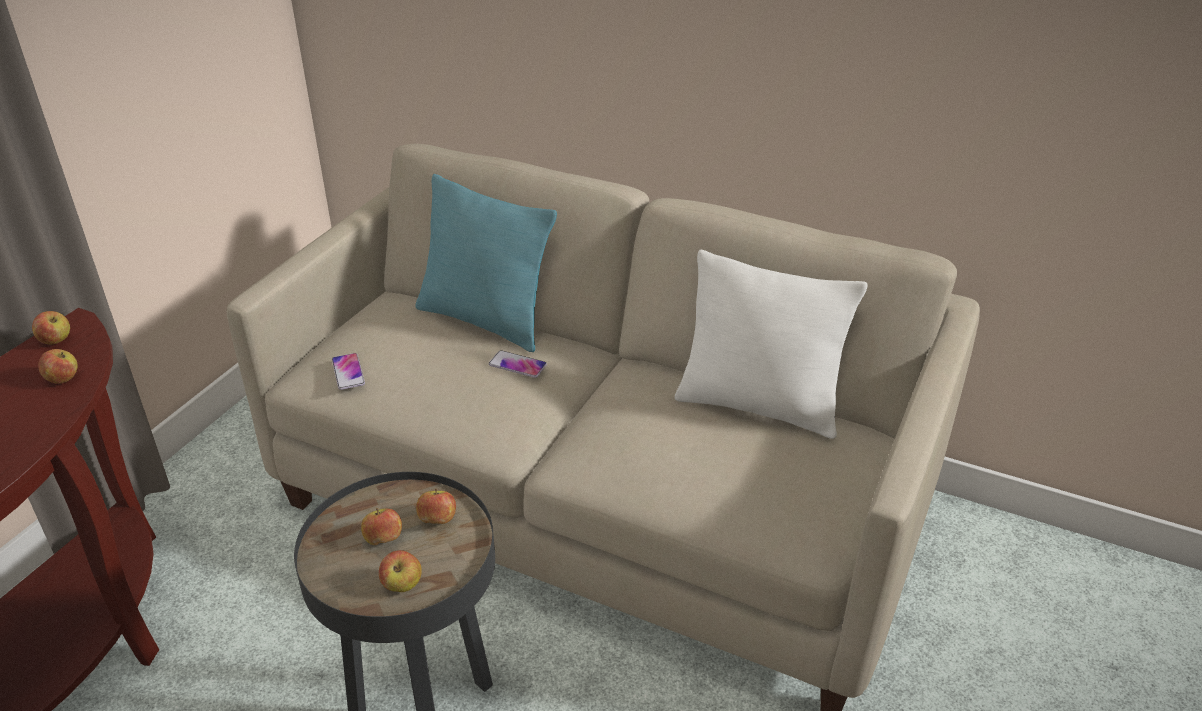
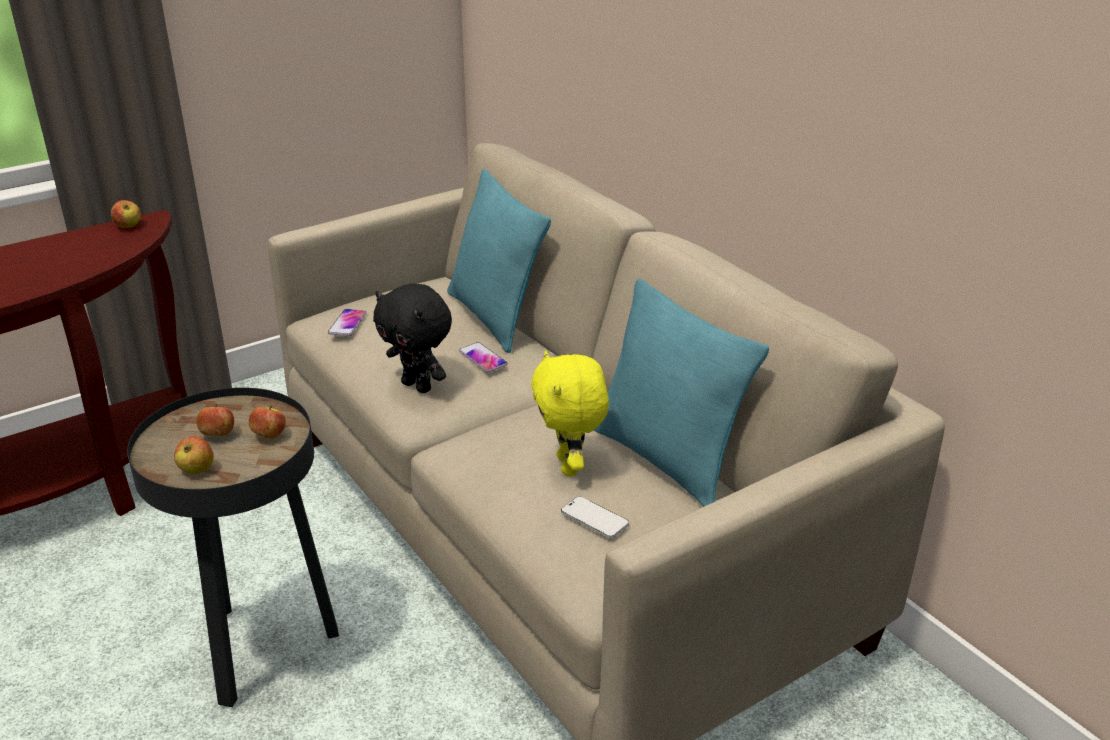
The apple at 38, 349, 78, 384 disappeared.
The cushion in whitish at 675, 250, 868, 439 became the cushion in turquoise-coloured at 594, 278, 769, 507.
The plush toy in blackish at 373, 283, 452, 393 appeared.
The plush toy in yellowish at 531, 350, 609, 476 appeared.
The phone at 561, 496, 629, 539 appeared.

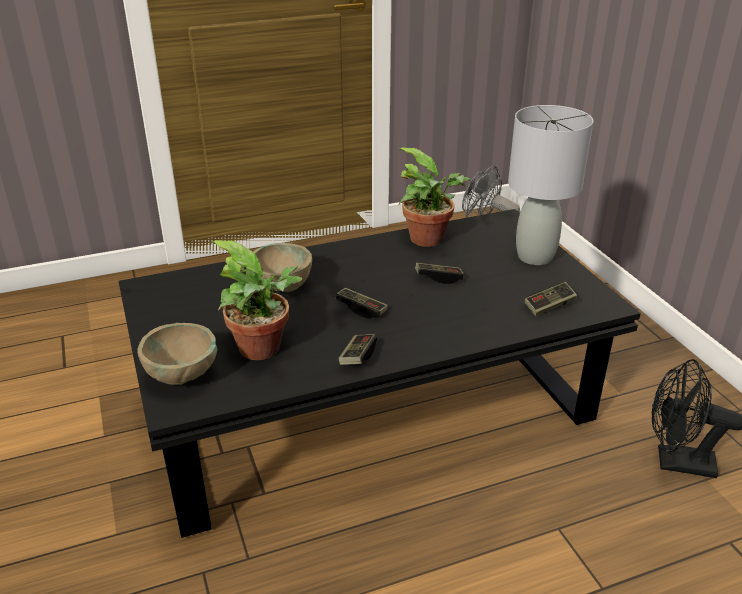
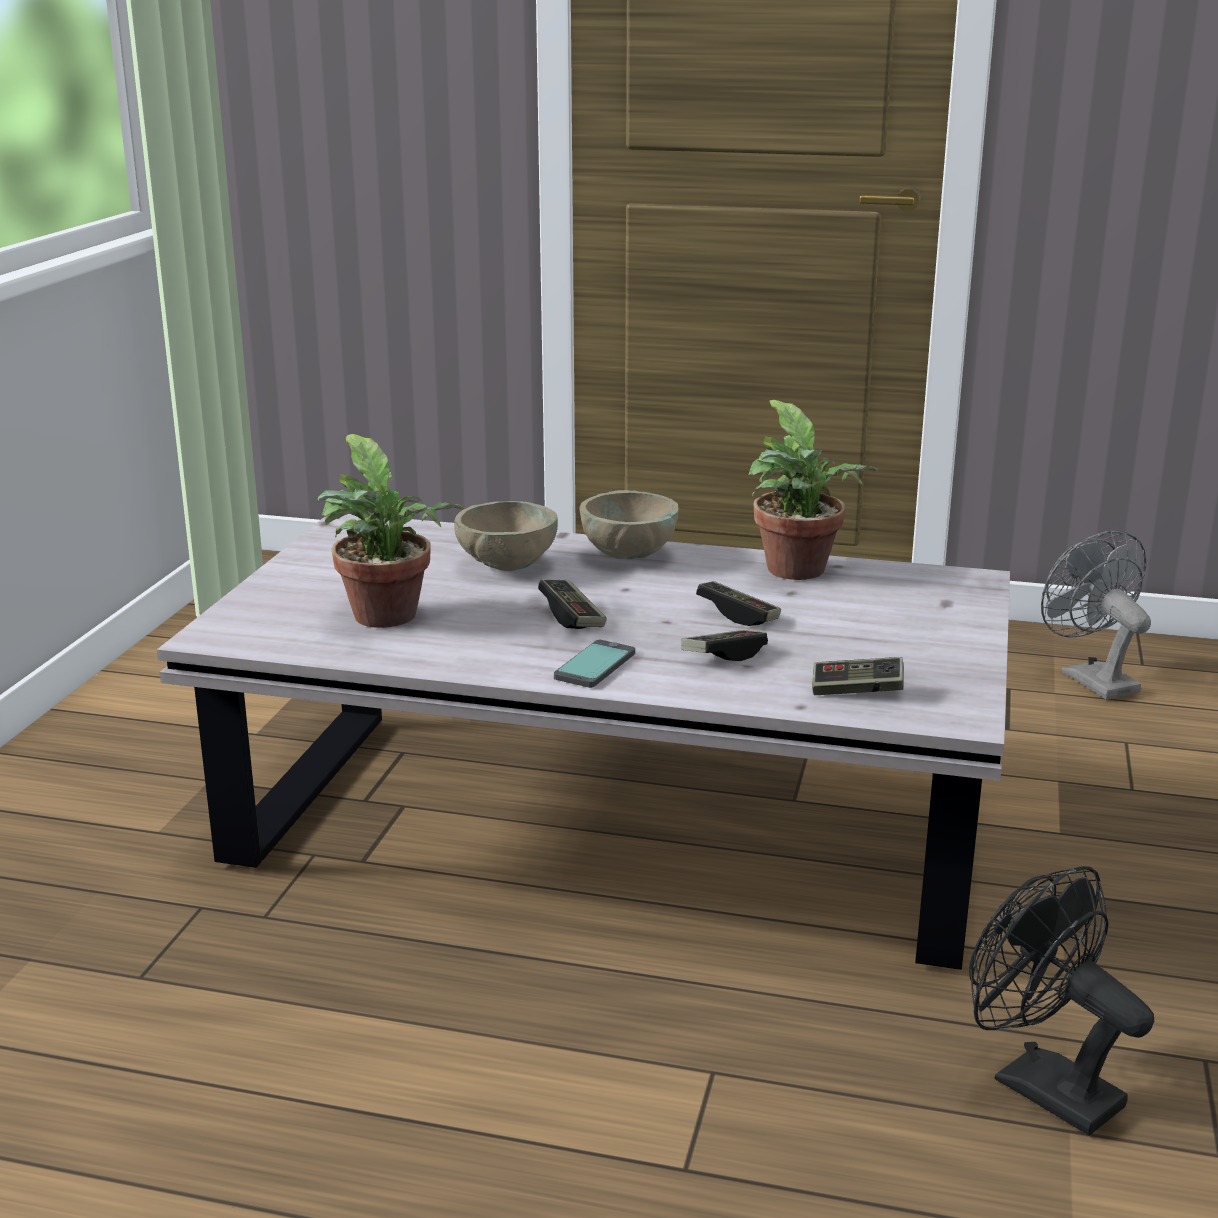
The low table in blackish at 118, 209, 641, 538 became the low table in whitish at 157, 514, 1010, 970.
The serving bowl in sand-coloured moved from 137, 323, 217, 385 to 579, 490, 678, 559.
The game controller moved from 338, 334, 377, 365 to 681, 630, 768, 661.
The table lamp in greyish at 508, 105, 593, 265 disappeared.
The phone at 554, 640, 635, 688 appeared.

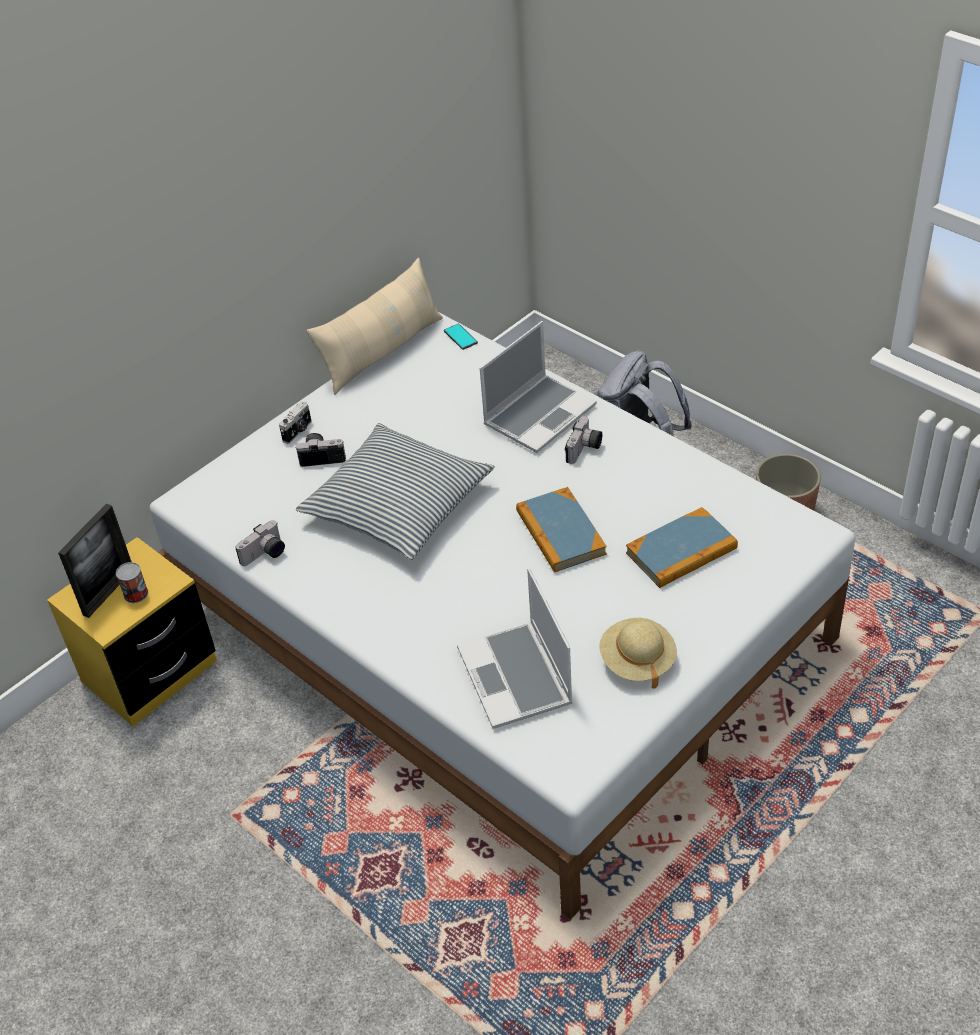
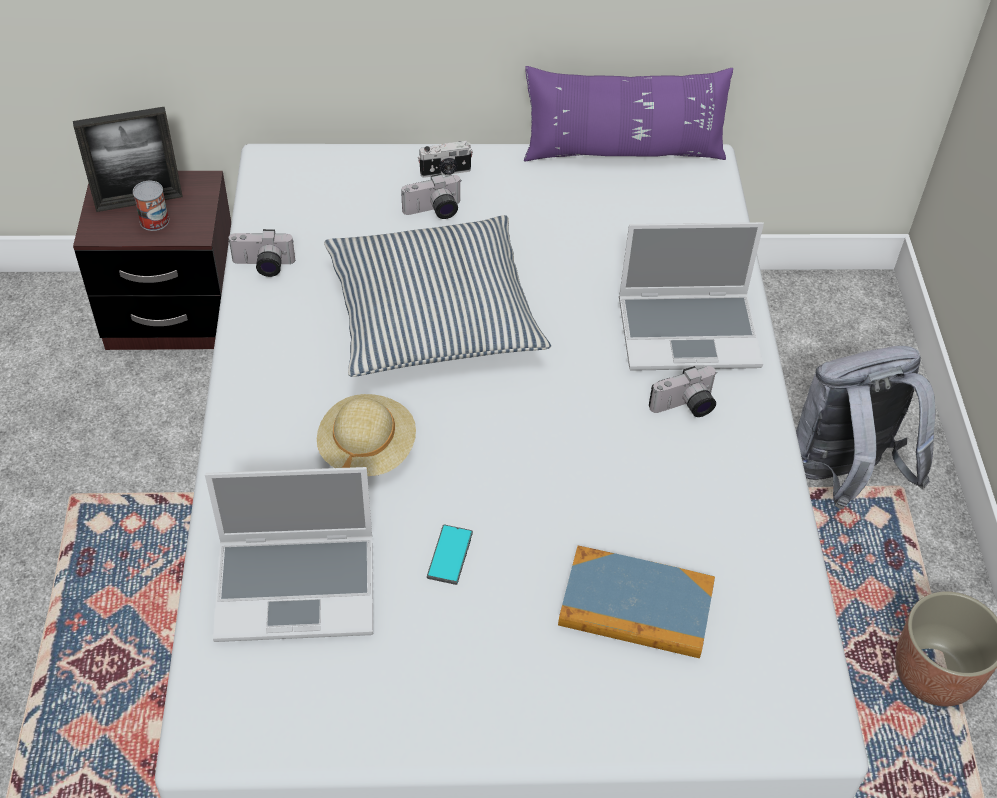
The bedside table in yellowish at 47, 537, 217, 726 became the bedside table in brownish at 73, 171, 231, 350.
The still camera at 295, 433, 346, 467 turned 120 degrees clockwise.
The cushion in sand-coloured at 306, 258, 443, 395 became the cushion in purple at 524, 66, 733, 161.
The phone moved from 444, 323, 478, 350 to 427, 524, 473, 585.
The portable computer at 457, 568, 573, 729 turned 120 degrees counterclockwise.
The volume at 516, 487, 607, 572 disappeared.
The wearable hat in sand-coloured moved from 599, 618, 677, 688 to 317, 394, 416, 476.

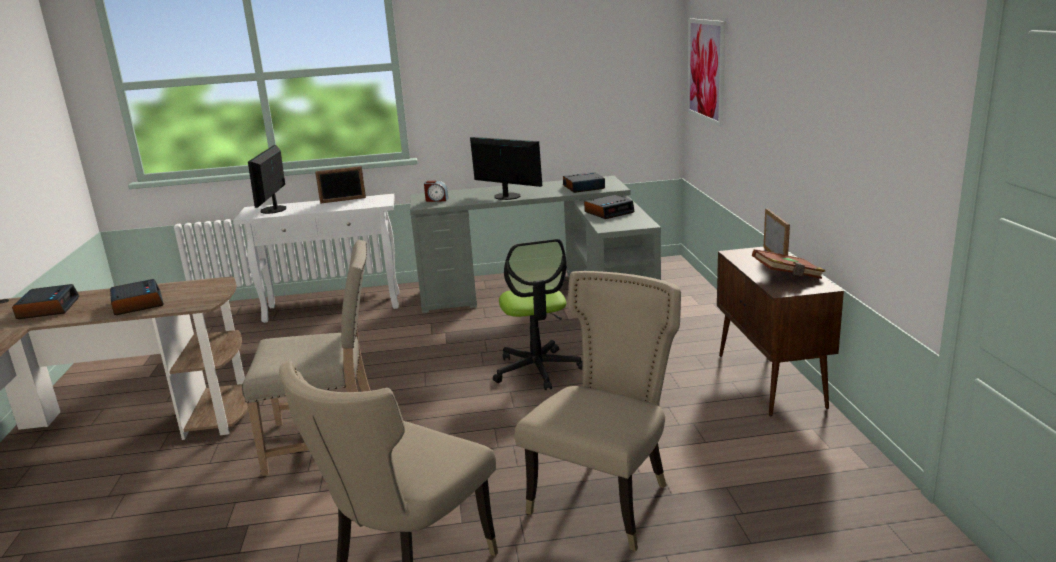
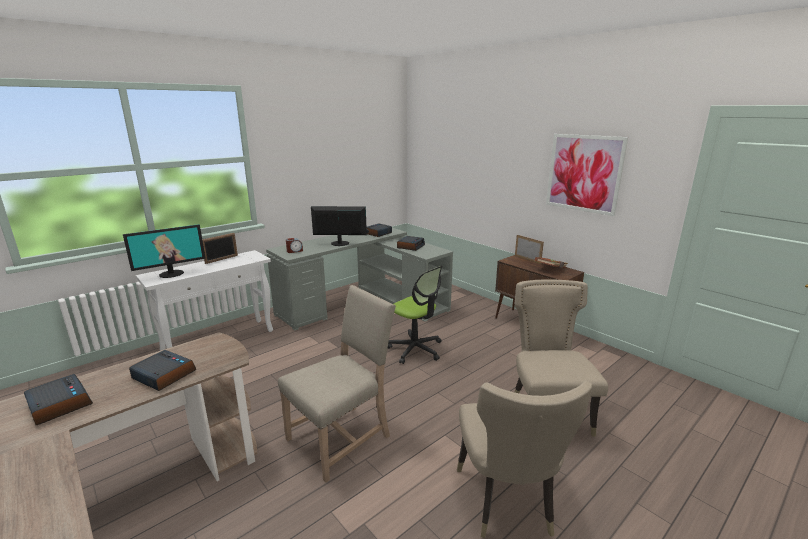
The monitor at 248, 145, 286, 214 turned 90 degrees counterclockwise.
The wall art moved from 687, 18, 725, 127 to 546, 134, 628, 216.

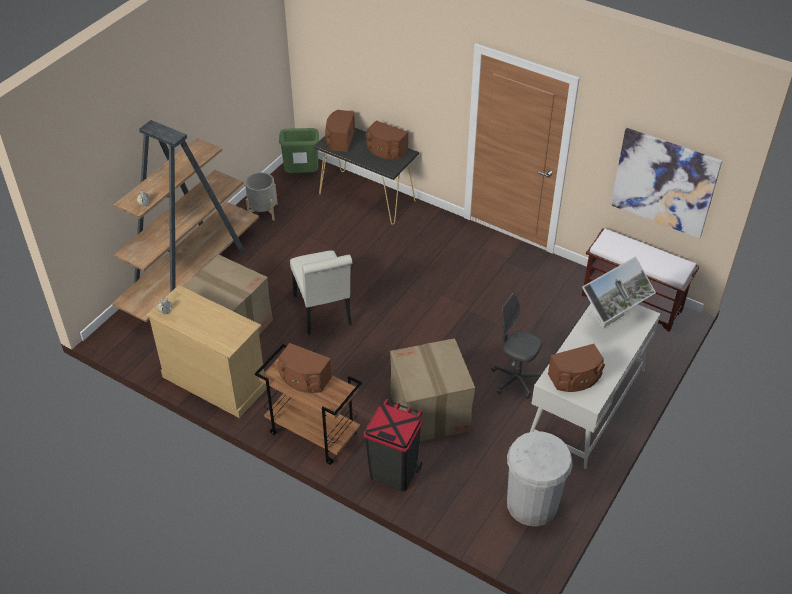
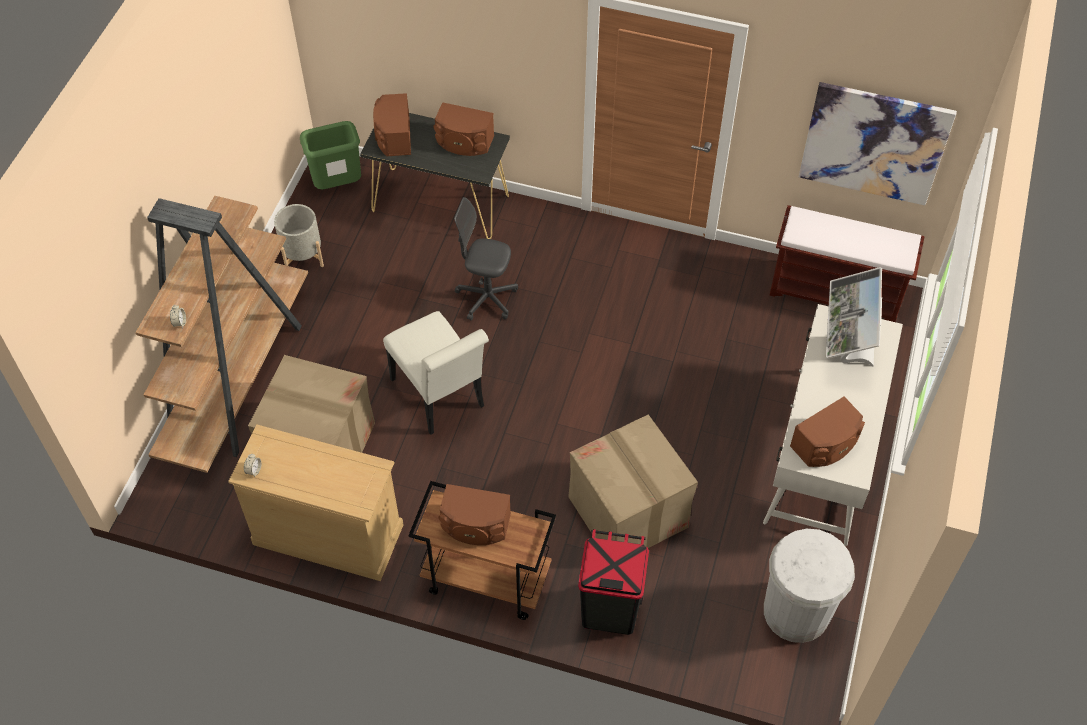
The office chair in greyish moved from 491, 293, 542, 399 to 454, 197, 518, 321.
The monitor at 582, 257, 656, 328 turned 150 degrees clockwise.

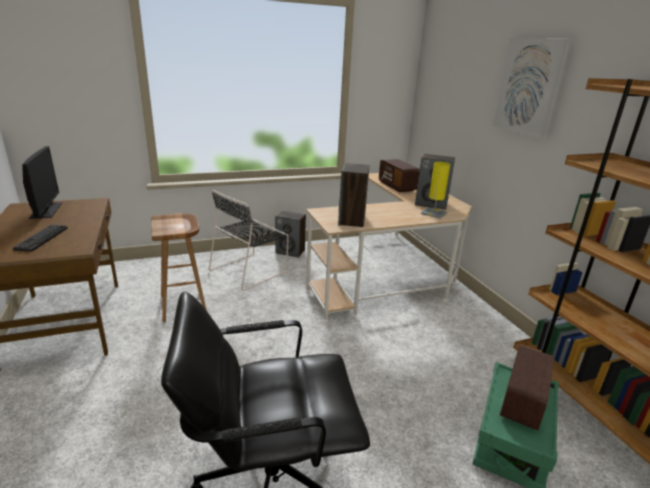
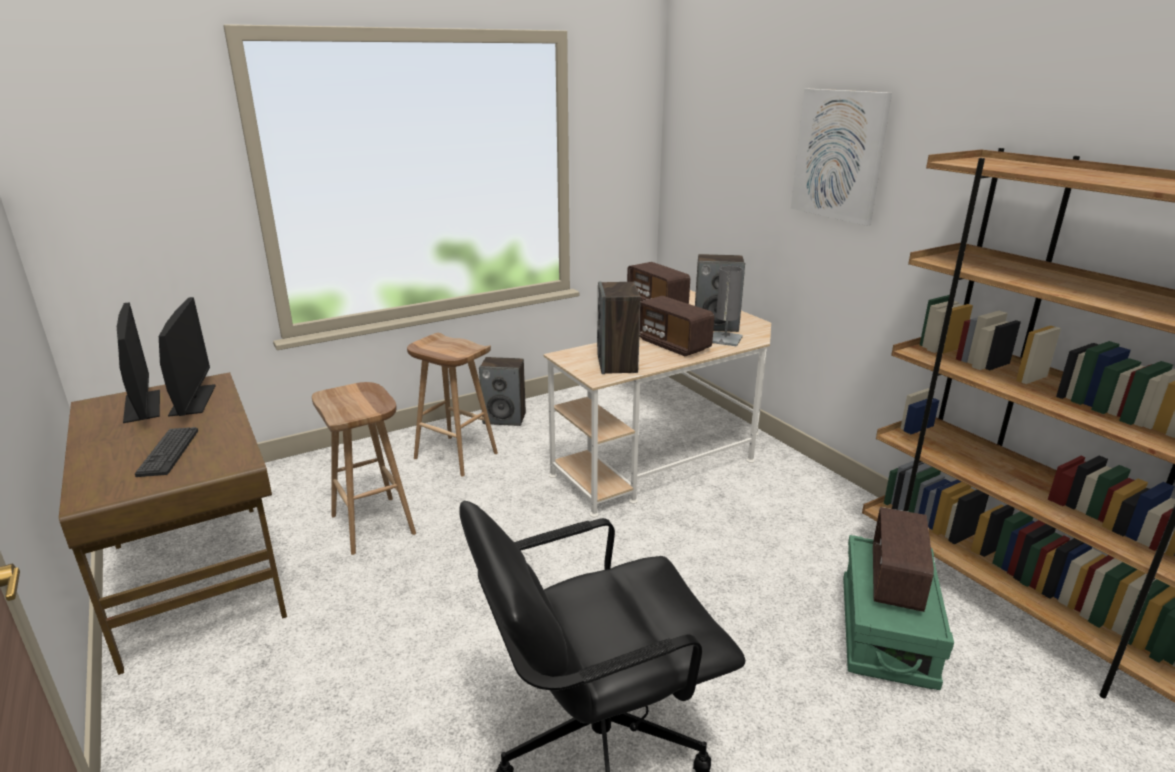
The chair in blackish at 209, 189, 289, 291 was replaced by the stool in brownish at 407, 333, 498, 477.
The table lamp in yellowish at 421, 162, 450, 219 became the table lamp in greyish at 712, 266, 743, 346.
The monitor at 159, 297, 216, 417 appeared.
The radio receiver at 639, 296, 714, 356 appeared.

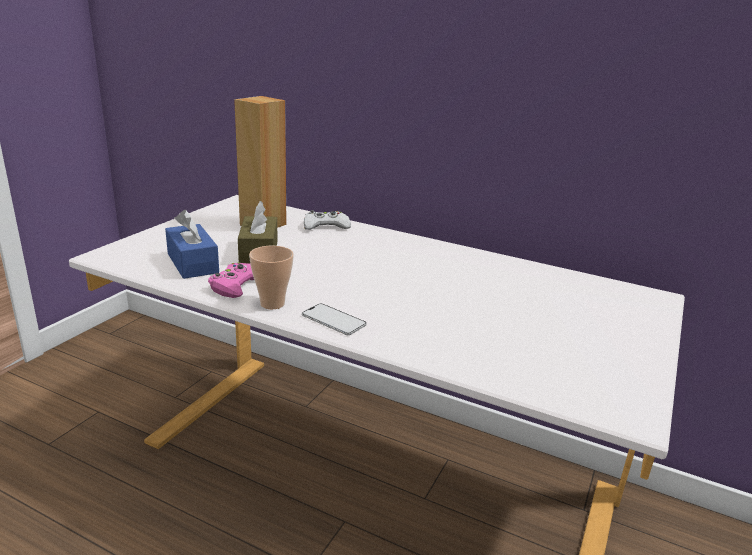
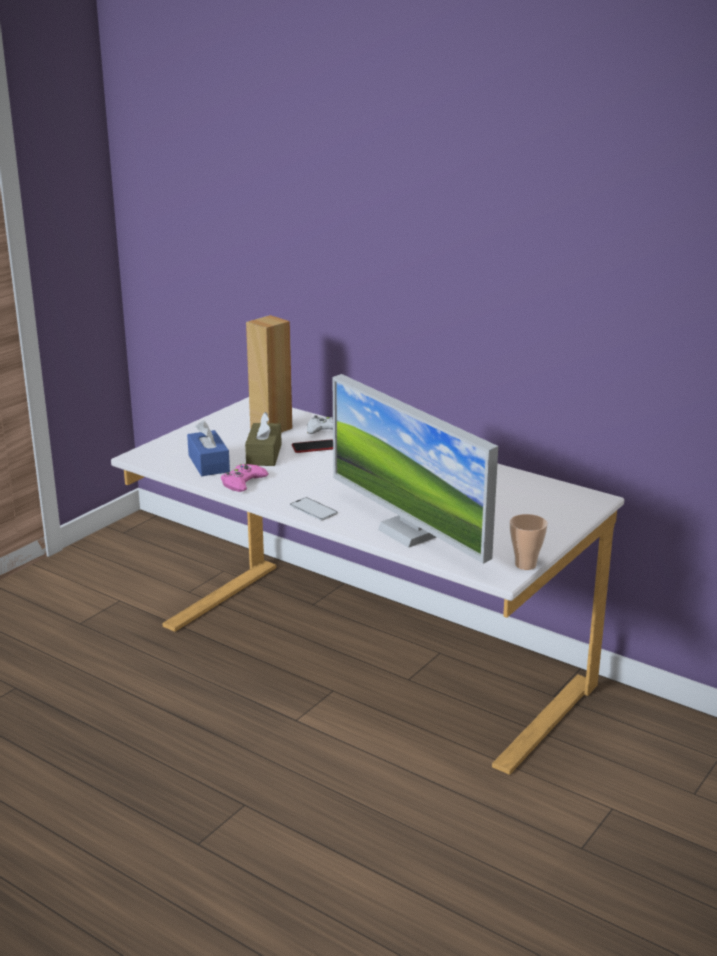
The drinking cup moved from 249, 246, 294, 309 to 510, 514, 548, 570.
The phone at 292, 440, 333, 453 appeared.
The monitor at 332, 374, 498, 564 appeared.

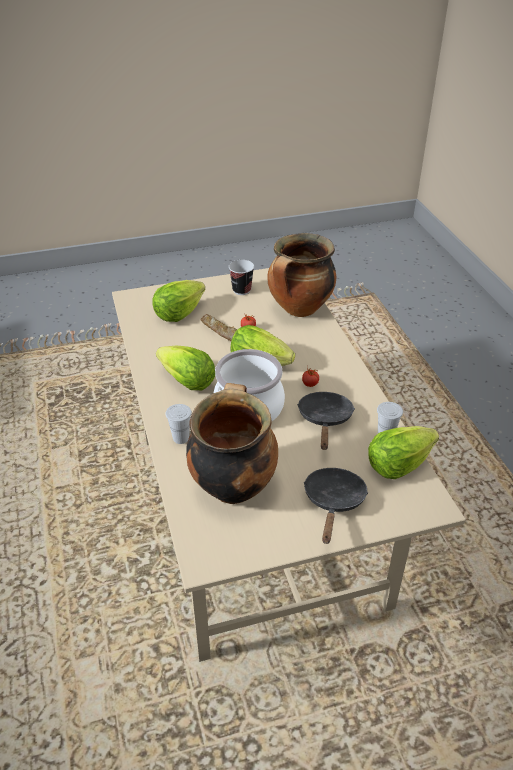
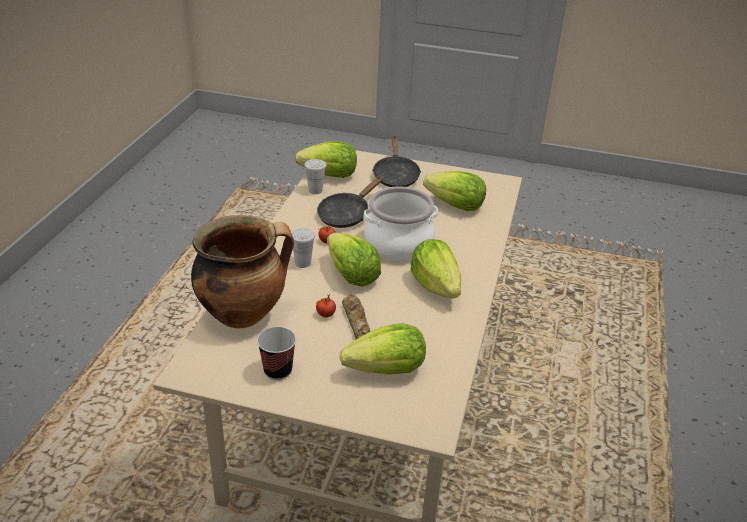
The drinking cup in whitish moved from 166, 404, 192, 444 to 291, 228, 315, 268.
The saucepot at 186, 383, 278, 504 was replaced by the lettuce head at 423, 171, 486, 211.
The skillet in blackish at 304, 468, 369, 544 turned 45 degrees counterclockwise.

